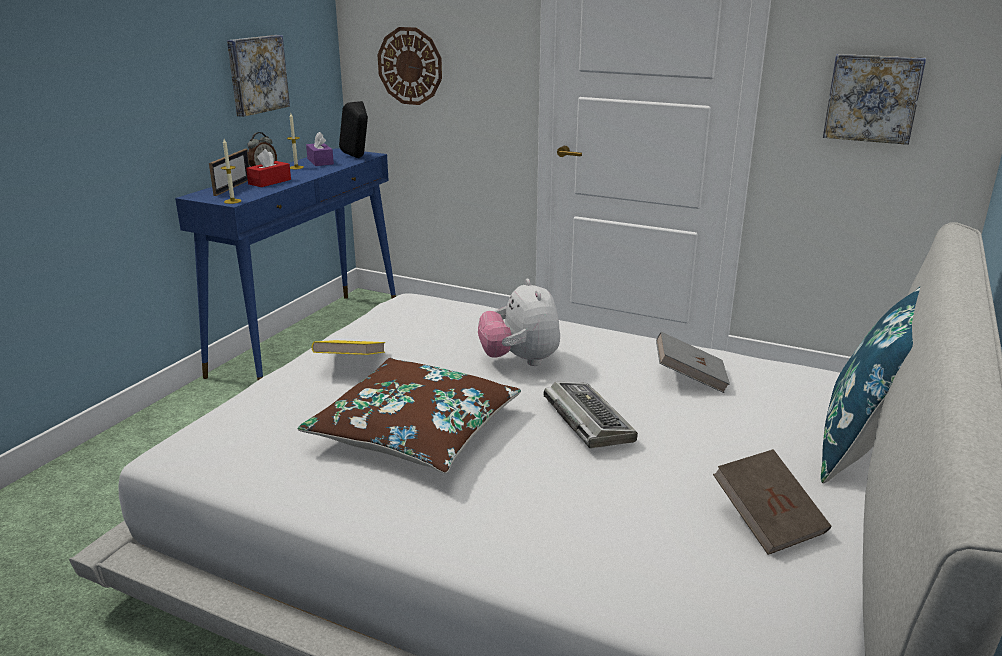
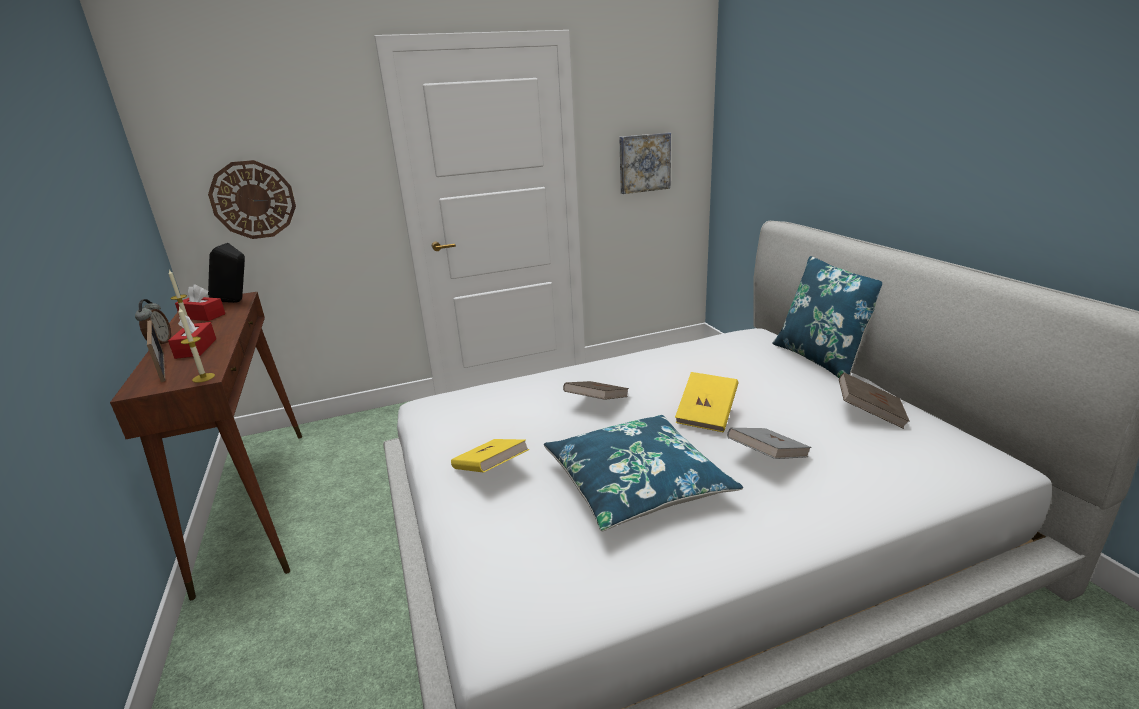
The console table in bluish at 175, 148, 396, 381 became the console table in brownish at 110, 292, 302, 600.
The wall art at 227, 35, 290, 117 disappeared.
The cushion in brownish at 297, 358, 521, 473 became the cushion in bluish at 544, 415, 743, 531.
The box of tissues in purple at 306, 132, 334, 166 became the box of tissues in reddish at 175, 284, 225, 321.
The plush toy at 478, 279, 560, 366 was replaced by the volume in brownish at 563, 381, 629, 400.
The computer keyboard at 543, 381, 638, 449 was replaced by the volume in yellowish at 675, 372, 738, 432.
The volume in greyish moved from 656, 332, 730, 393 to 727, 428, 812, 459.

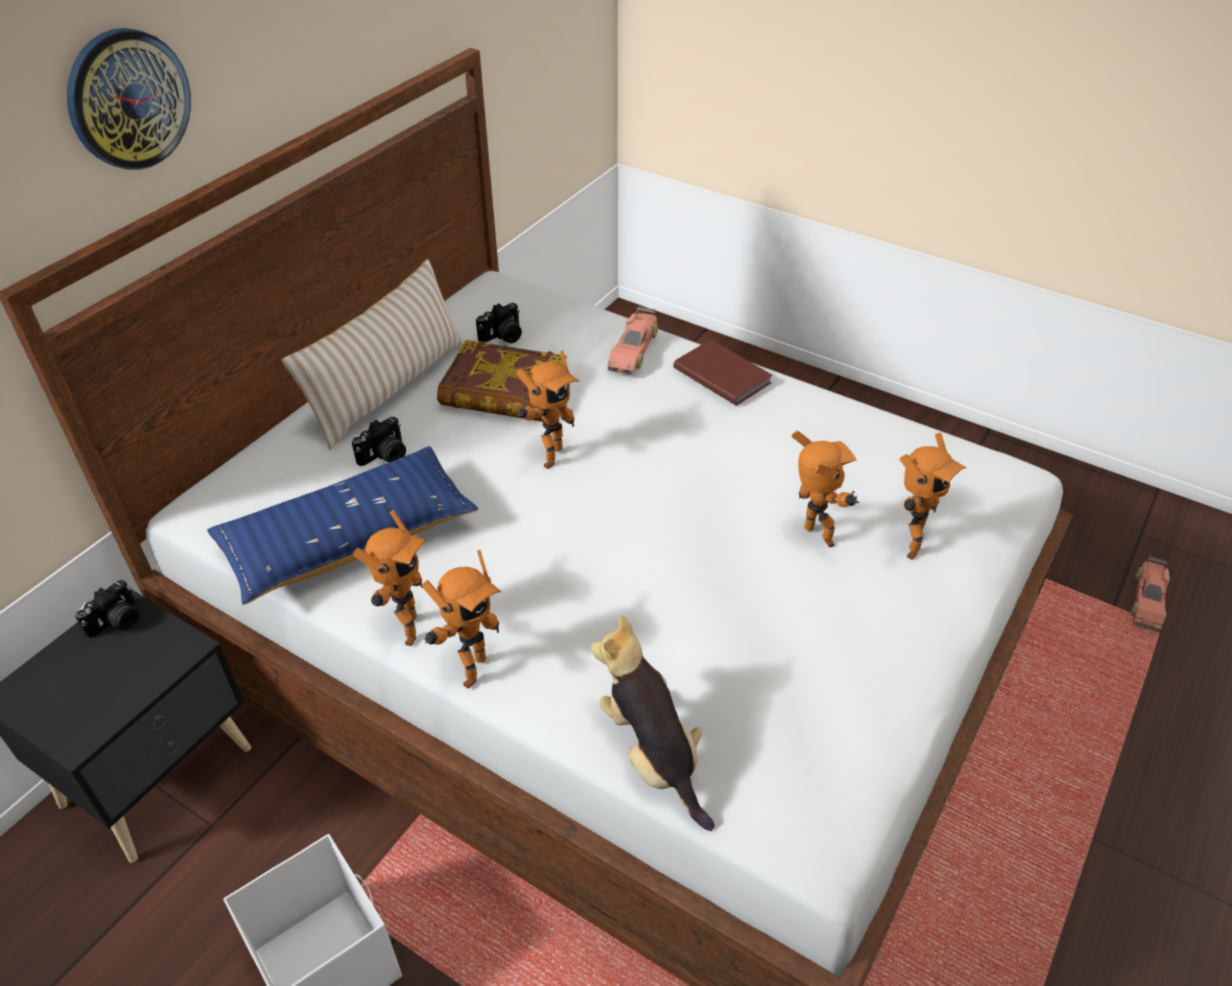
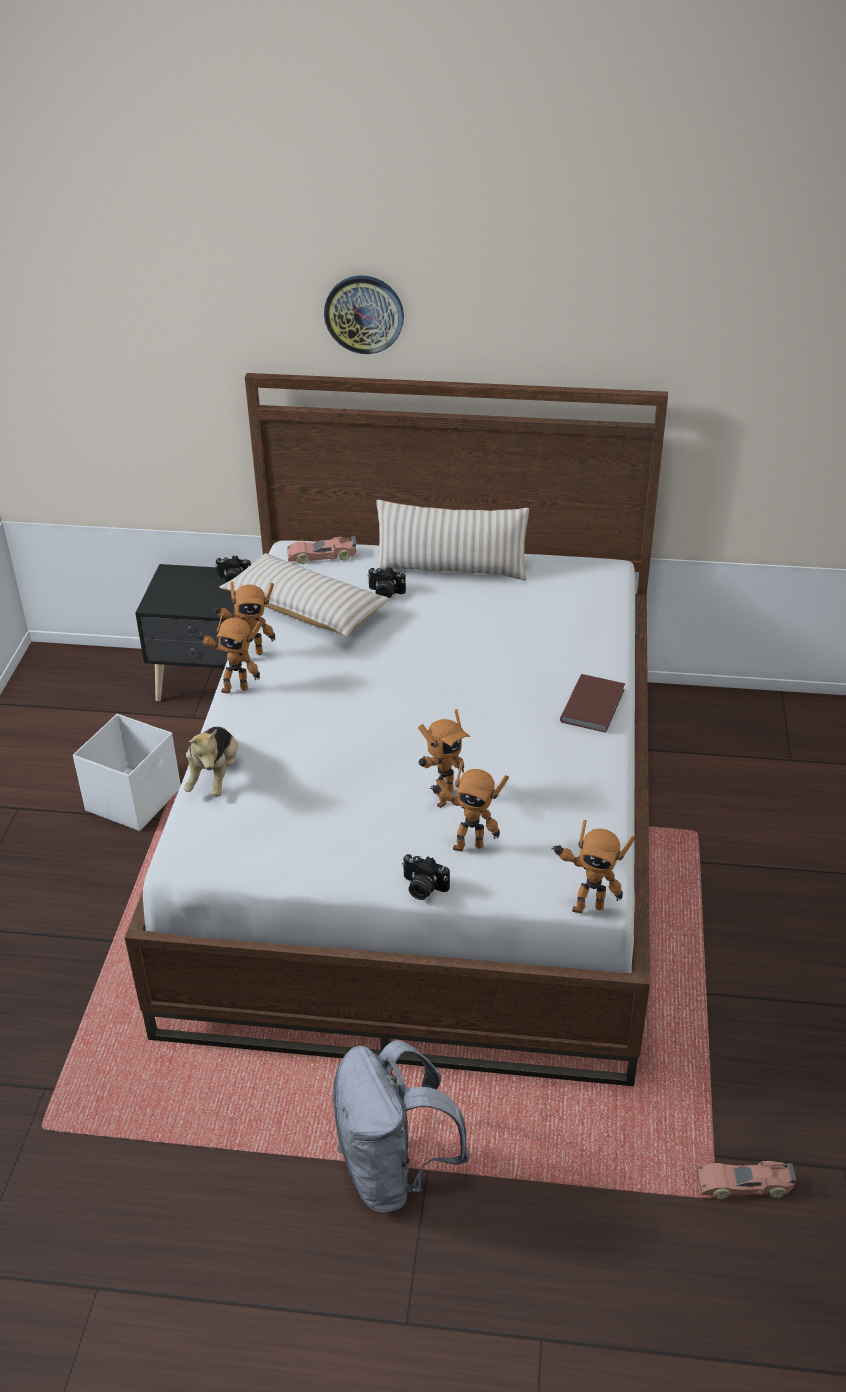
The cushion in bluish at 207, 446, 478, 605 became the cushion in sand-coloured at 219, 553, 390, 637.
The volume at 437, 340, 566, 422 disappeared.
The still camera moved from 476, 303, 522, 343 to 402, 854, 450, 900.
The toy robot moved from 516, 350, 579, 469 to 551, 820, 635, 913.
The plush toy at 591, 615, 715, 831 turned 150 degrees clockwise.
The toy car moved from 608, 307, 658, 375 to 287, 536, 356, 564.
The knapsack in greyish at 332, 1041, 470, 1213 appeared.

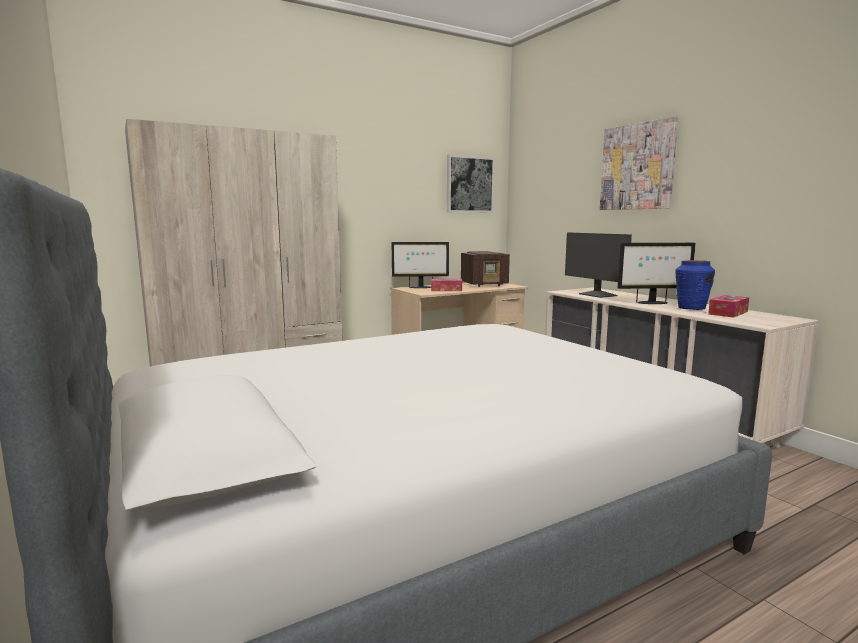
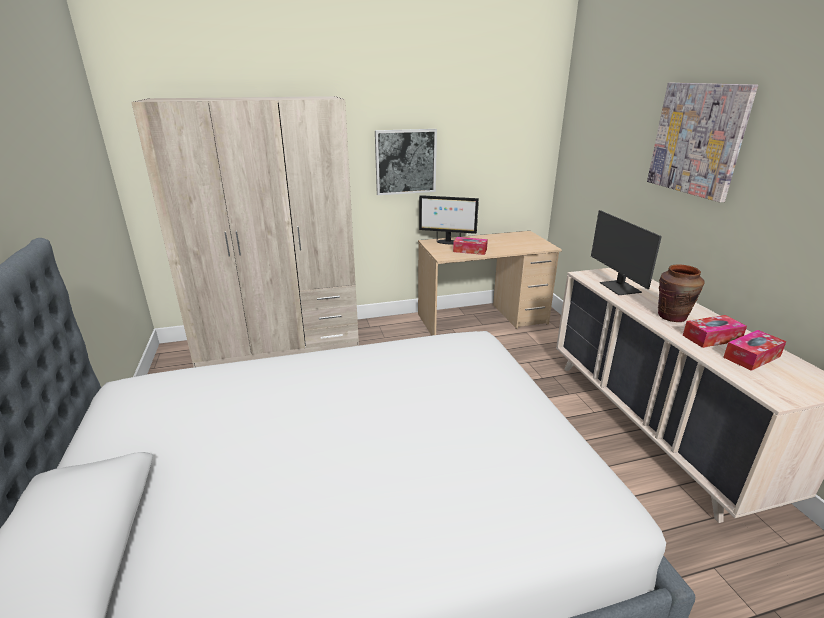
The wall art moved from 447, 155, 494, 212 to 375, 129, 437, 195.
The radio receiver at 461, 251, 510, 287 disappeared.
The monitor at 618, 243, 696, 304 was replaced by the decorative vase in brownish at 658, 264, 705, 322.
The decorative vase in bluish at 675, 260, 715, 310 was replaced by the box of tissues at 683, 315, 747, 348.

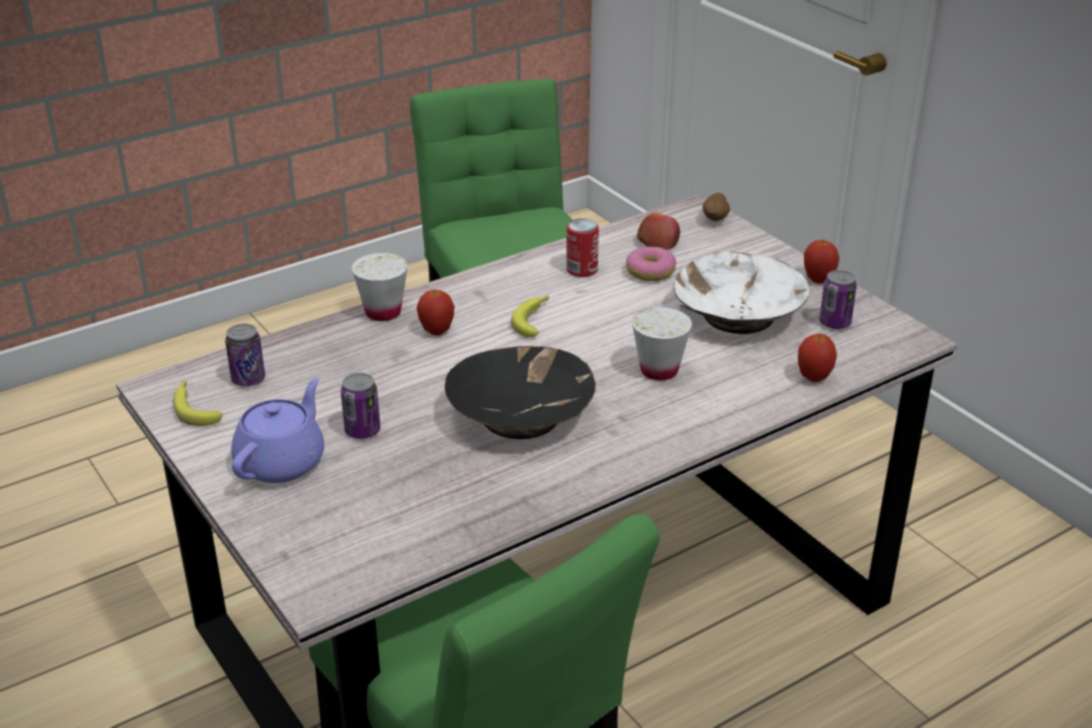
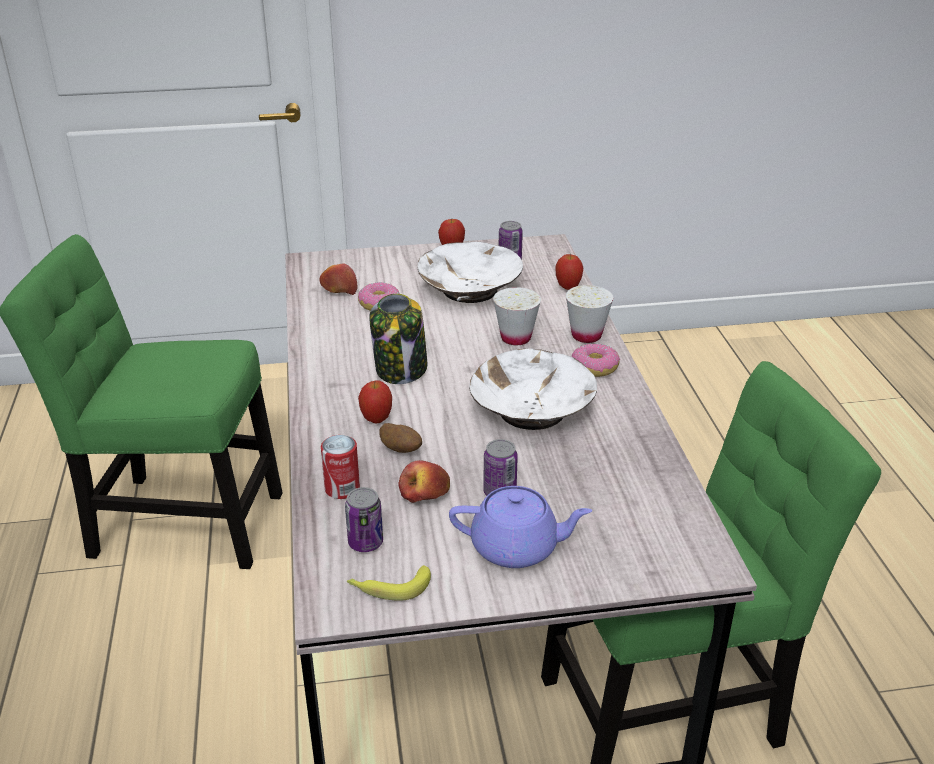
The pot for tea in purple at 231, 378, 324, 483 turned 135 degrees clockwise.
The drinking cup in whitish moved from 352, 253, 408, 321 to 566, 285, 613, 343.
The serving bowl in blackish at 445, 346, 595, 439 became the serving bowl in whitish at 469, 348, 597, 430.
The whole banana at 511, 295, 549, 337 was replaced by the preserve jar at 369, 294, 428, 384.
The can moved from 566, 218, 599, 277 to 321, 435, 360, 499.
The potato moved from 703, 193, 730, 221 to 379, 423, 422, 453.
The apple at 398, 460, 450, 503 appeared.
The donut at 572, 344, 620, 377 appeared.

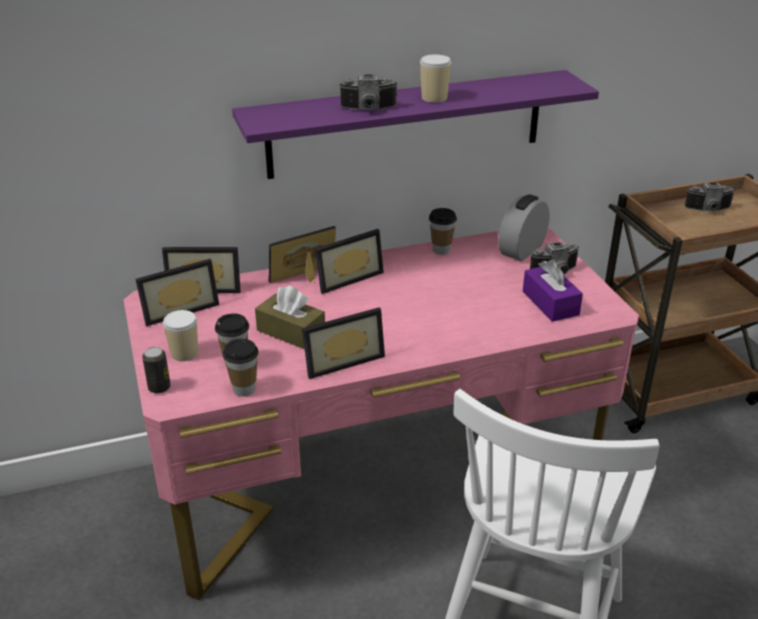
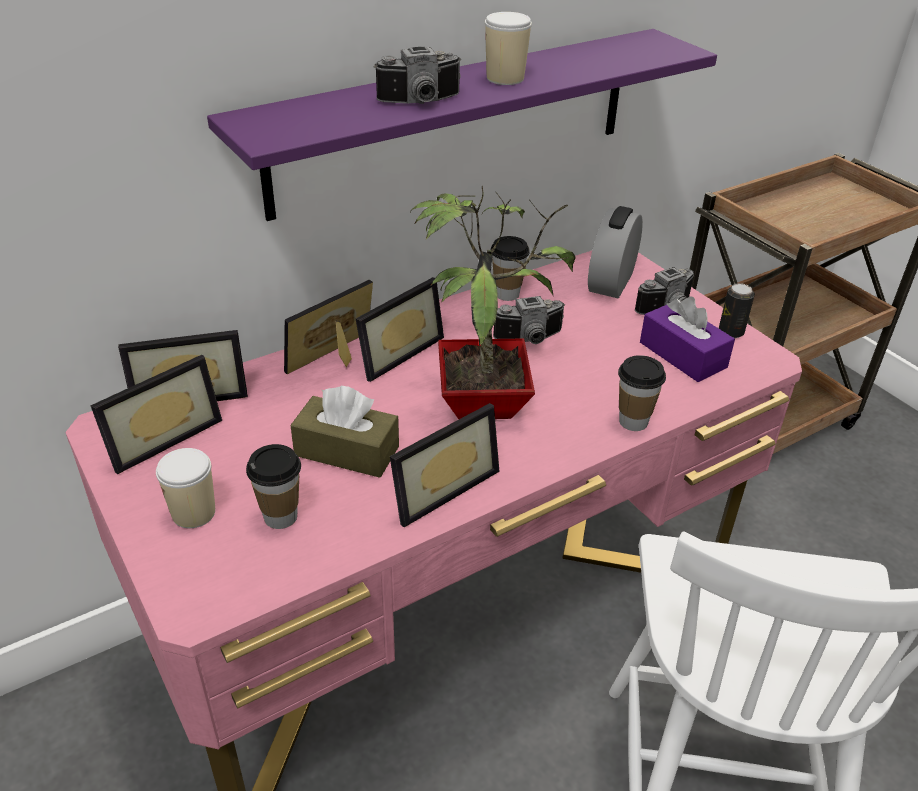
The can moved from 142, 347, 171, 394 to 719, 283, 755, 338.
The drinking cup moved from 223, 339, 259, 397 to 618, 355, 666, 431.
The still camera moved from 685, 183, 735, 212 to 493, 296, 565, 344.
The potted plant at 410, 186, 576, 419 appeared.

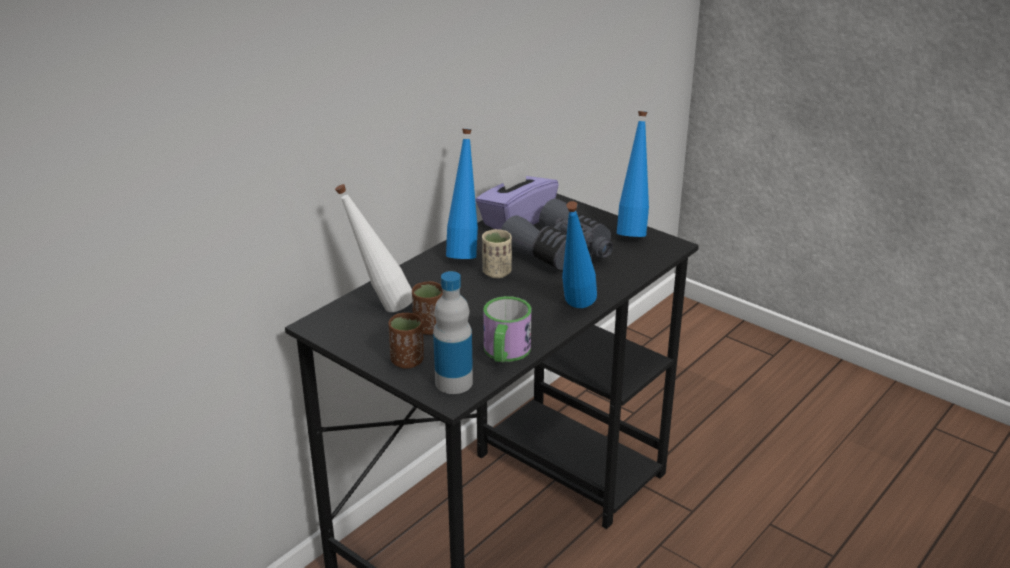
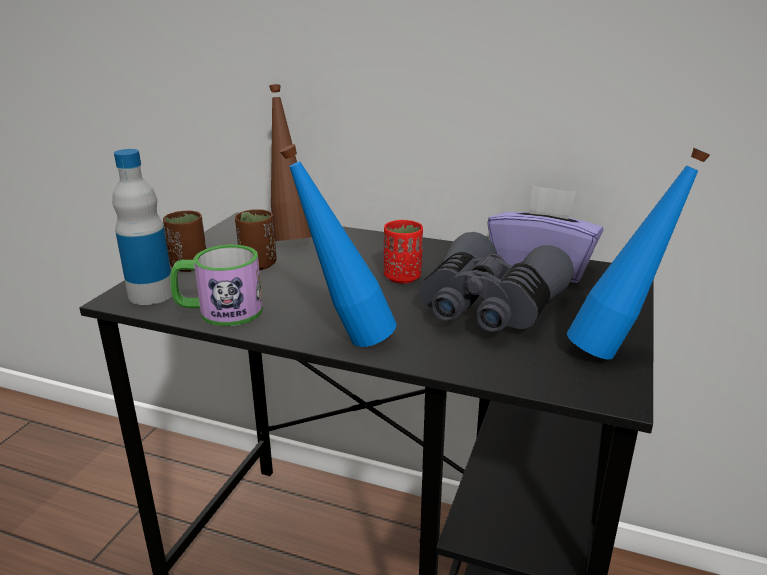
The drink bottle in whitish at 335, 184, 412, 312 became the drink bottle in brownish at 269, 84, 311, 241.
The drink bottle in bluish at 446, 129, 478, 259 disappeared.
The drinking cup in sand-coloured at 482, 229, 512, 278 became the drinking cup in reddish at 384, 220, 423, 283.

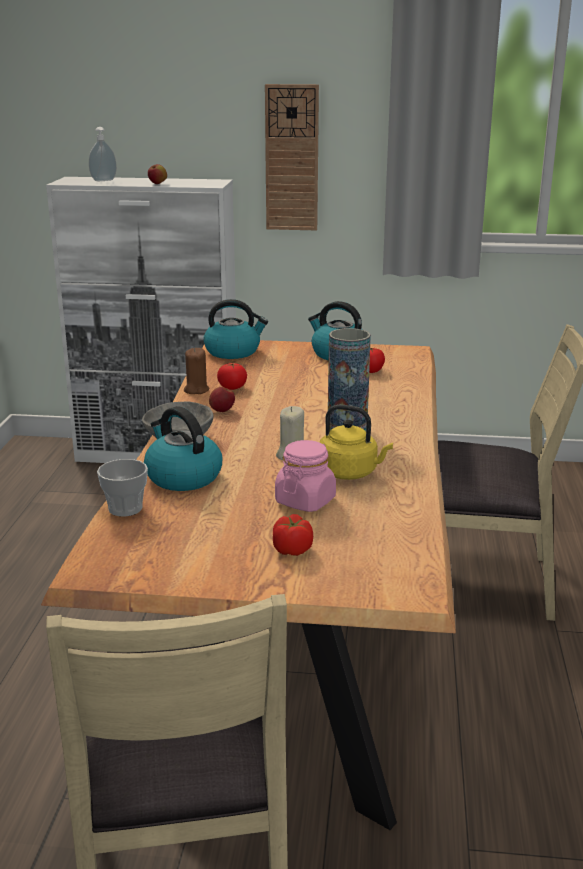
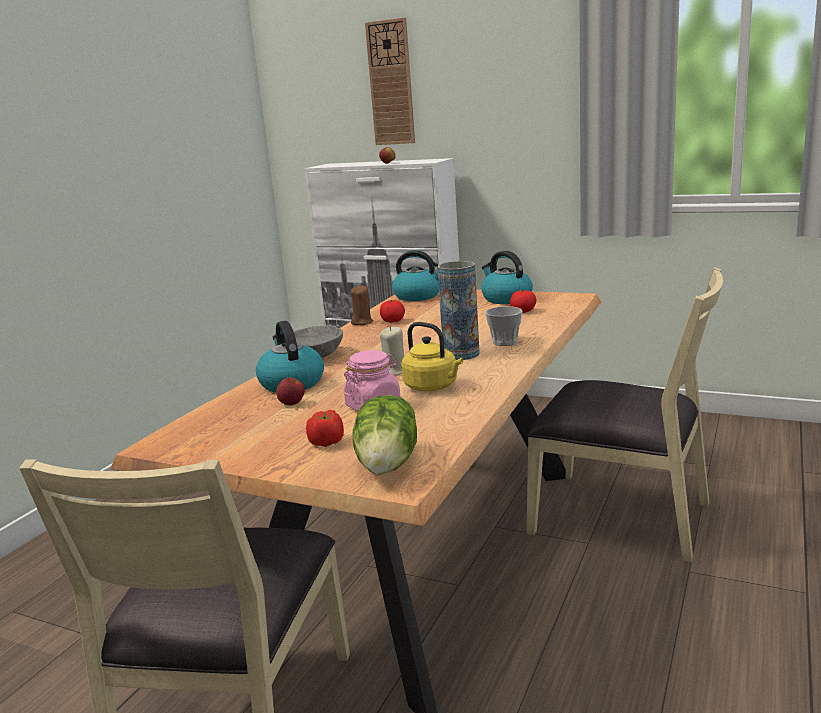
The liquid soap bottle at 89, 127, 117, 181 disappeared.
The drinking cup moved from 97, 459, 148, 517 to 485, 306, 522, 346.
The apple moved from 209, 387, 235, 412 to 276, 377, 305, 405.
The hanging clock moved from 265, 84, 319, 231 to 365, 17, 415, 145.
The lettuce head at 353, 395, 417, 475 appeared.

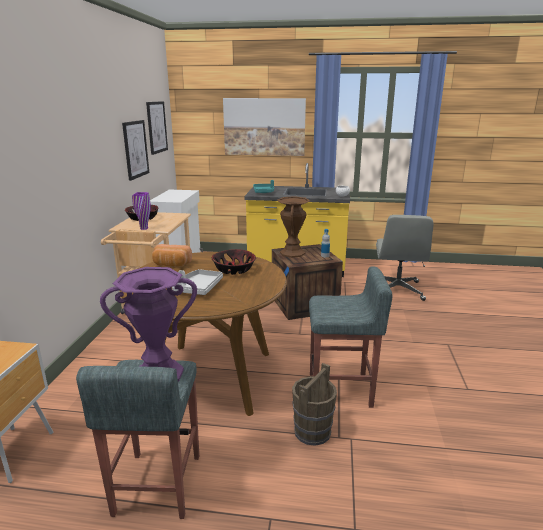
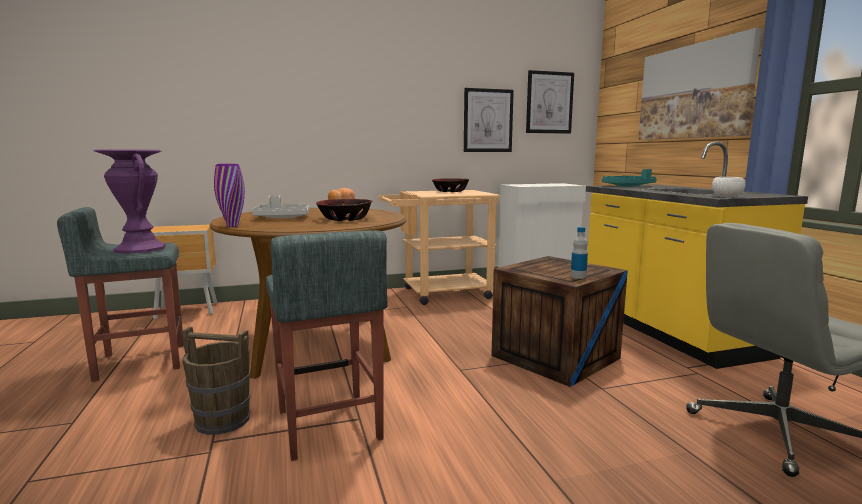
The decorative vase in purple moved from 132, 192, 151, 230 to 214, 164, 245, 227.
The decorative vase in brownish at 277, 196, 310, 258 disappeared.

